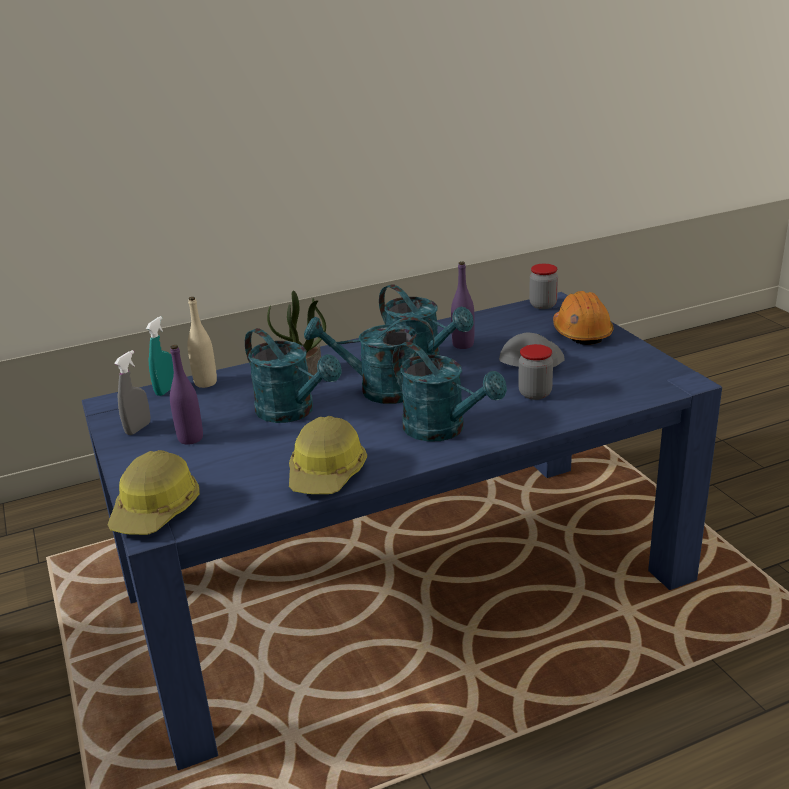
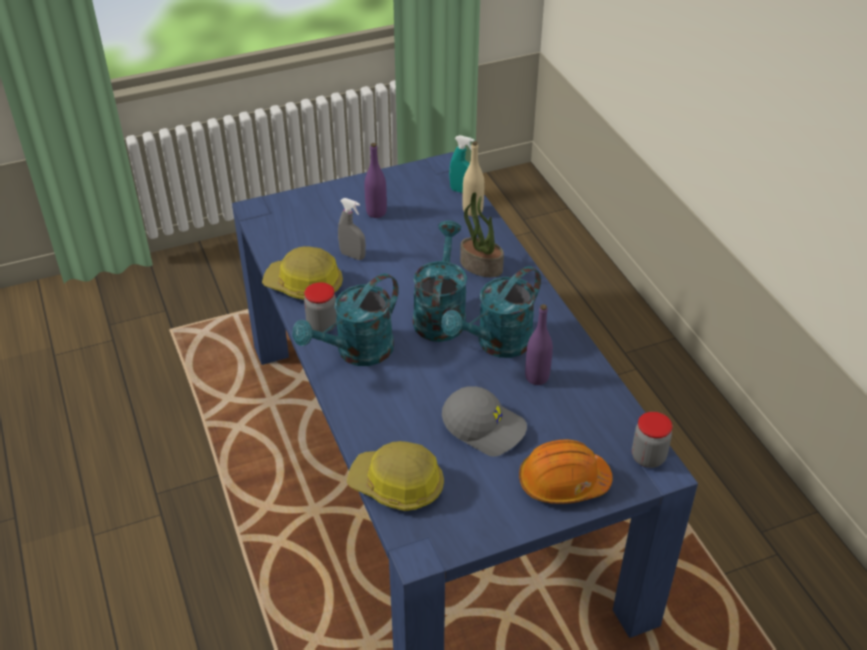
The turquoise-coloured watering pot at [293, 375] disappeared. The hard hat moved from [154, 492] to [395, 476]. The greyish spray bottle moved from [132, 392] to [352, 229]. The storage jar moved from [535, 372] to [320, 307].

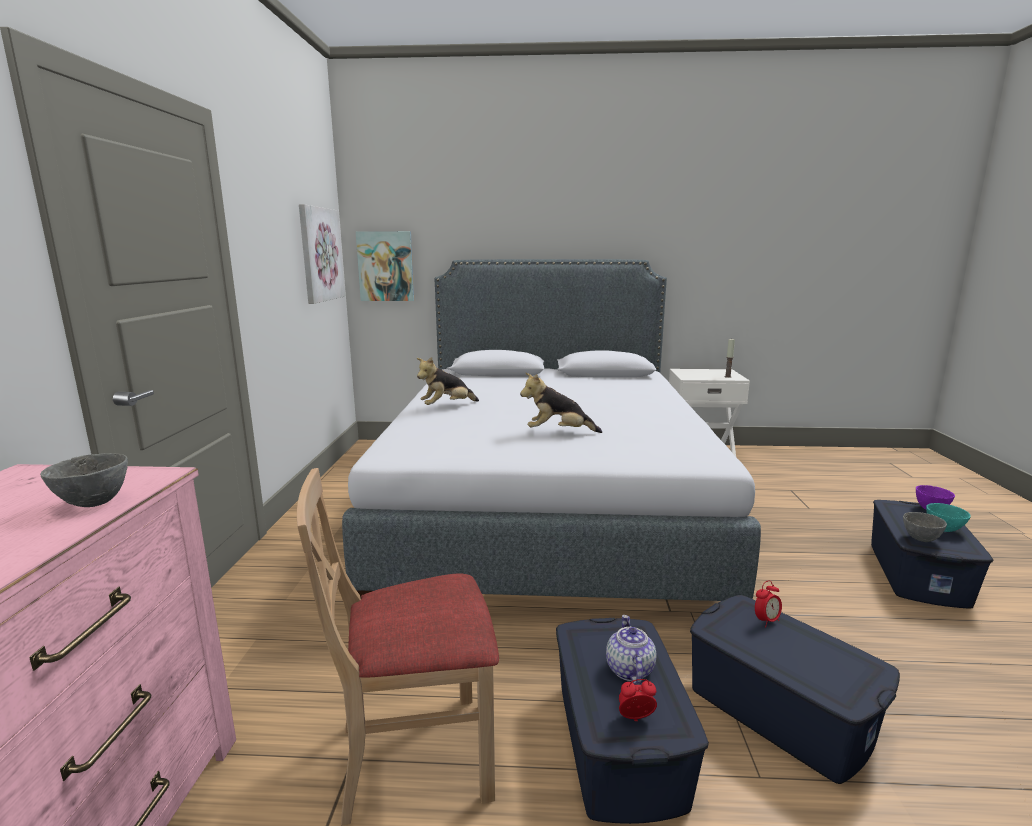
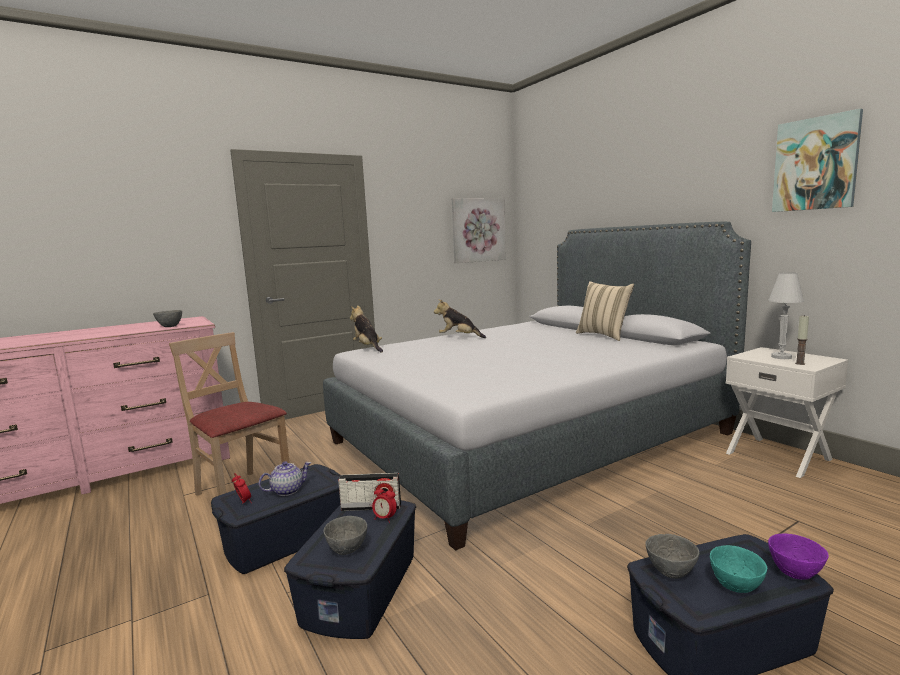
The greyish serving bowl at [345, 535] appeared. The radio receiver at [369, 492] appeared. The beige-coloured cushion at [605, 311] appeared. The white lamp for a table at [786, 316] appeared. The wall picture moved from [385, 266] to [817, 160]. The soft toy moved from [561, 403] to [366, 329].

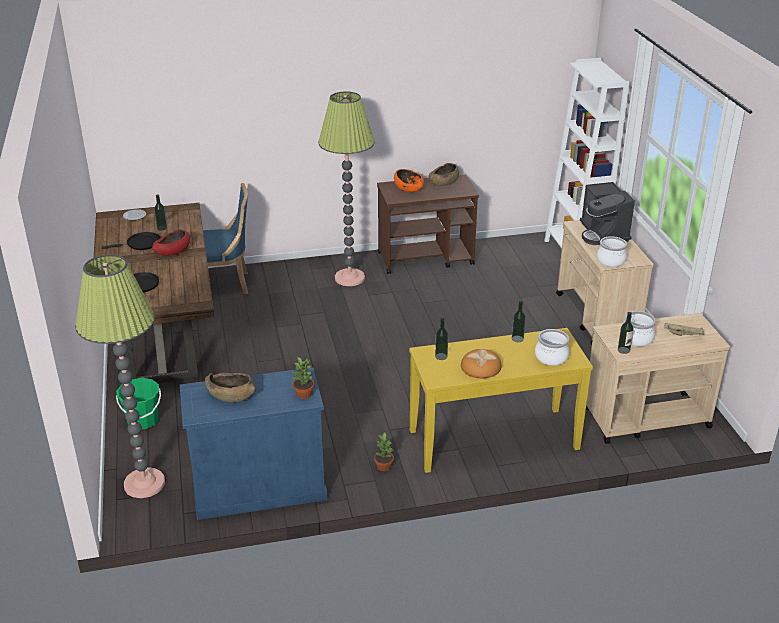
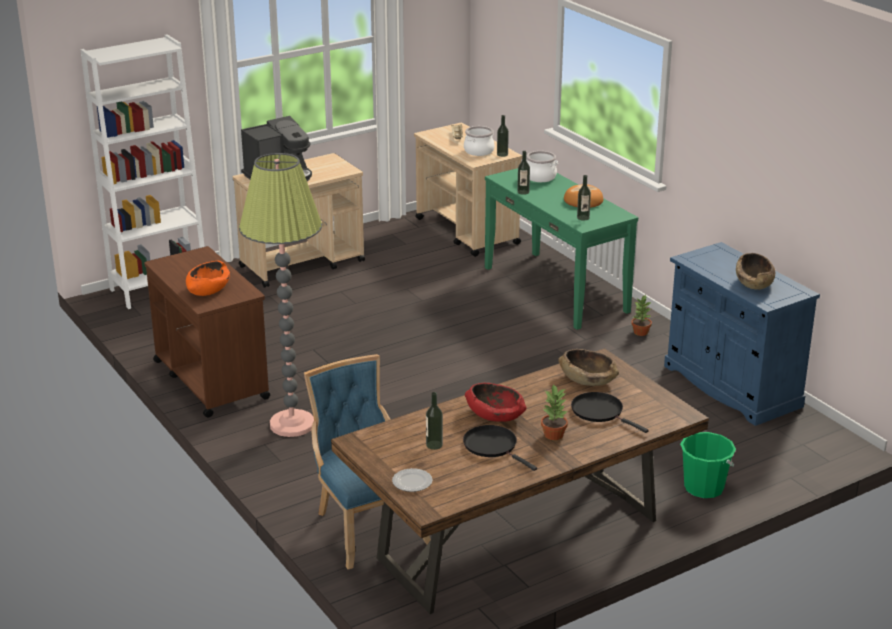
The floor lamp at [120, 376] disappeared. The cooking pot at [612, 251] disappeared. The potted plant moved from [304, 378] to [554, 412]. The brown-coloured serving bowl moved from [444, 174] to [588, 367]. The yellowish console table at [501, 400] became the green-coloured console table at [561, 249].

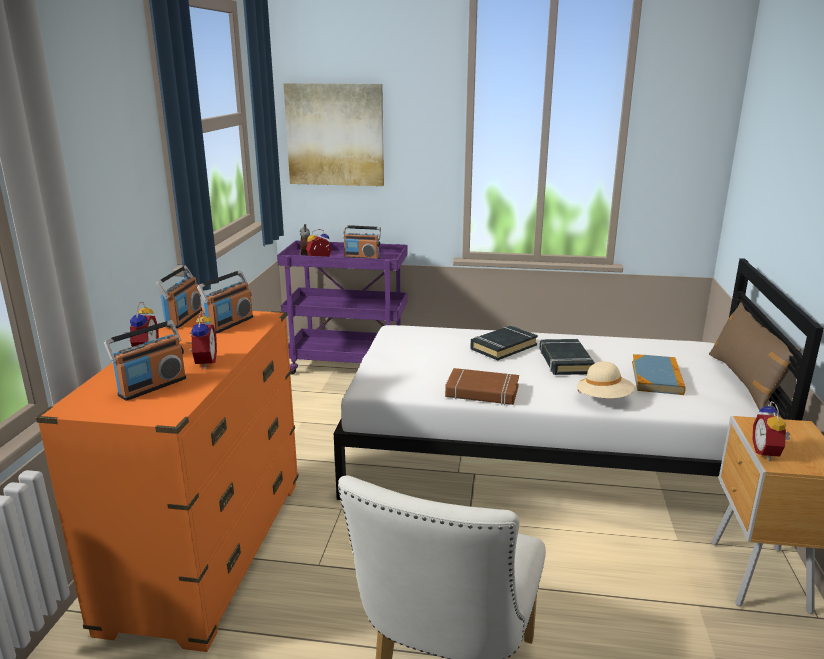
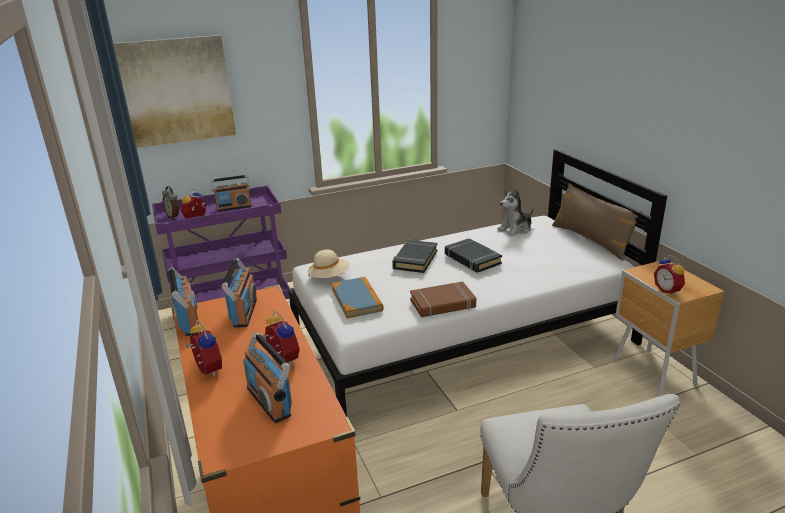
The soft toy at [515, 212] appeared. The beige-coloured wearable hat moved from [606, 380] to [328, 263]. The volume moved from [659, 374] to [358, 297]. The radio receiver at [145, 360] turned 135 degrees clockwise.

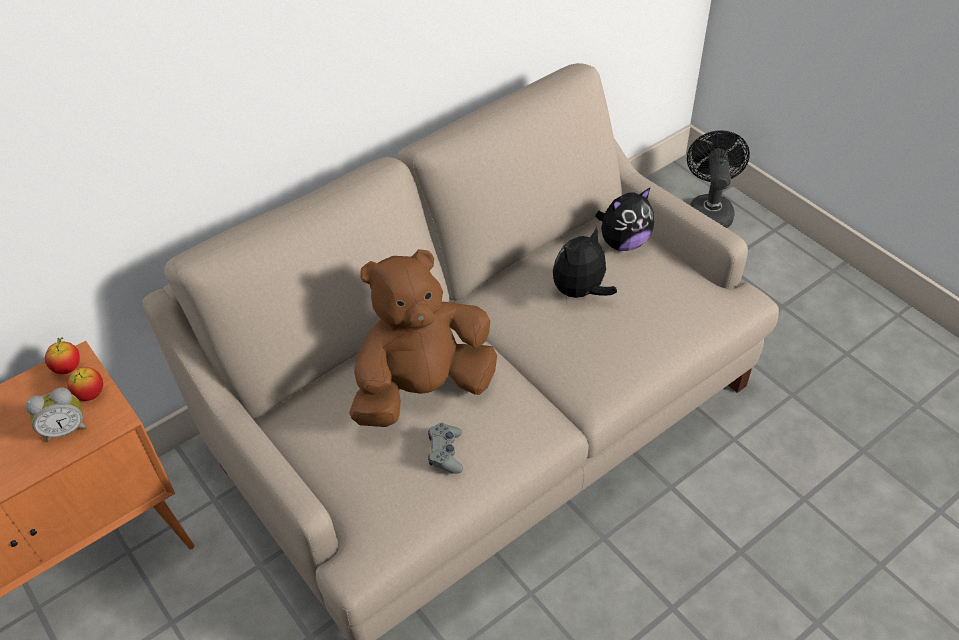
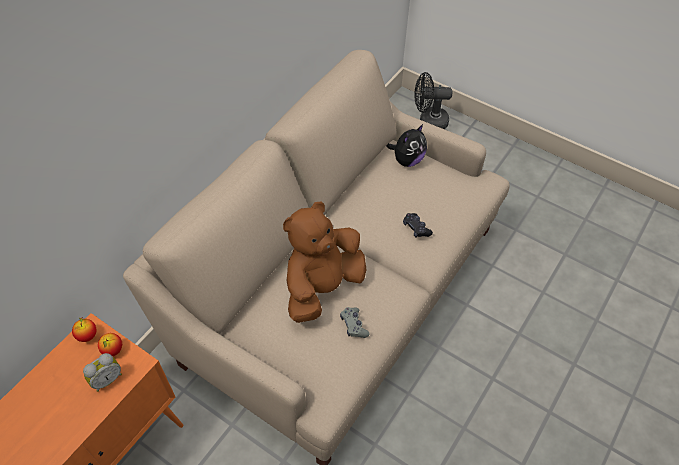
The soft toy at [585, 263] disappeared. The blackish gamepad at [418, 225] appeared. The blackish fan at [718, 179] turned 75 degrees counterclockwise.

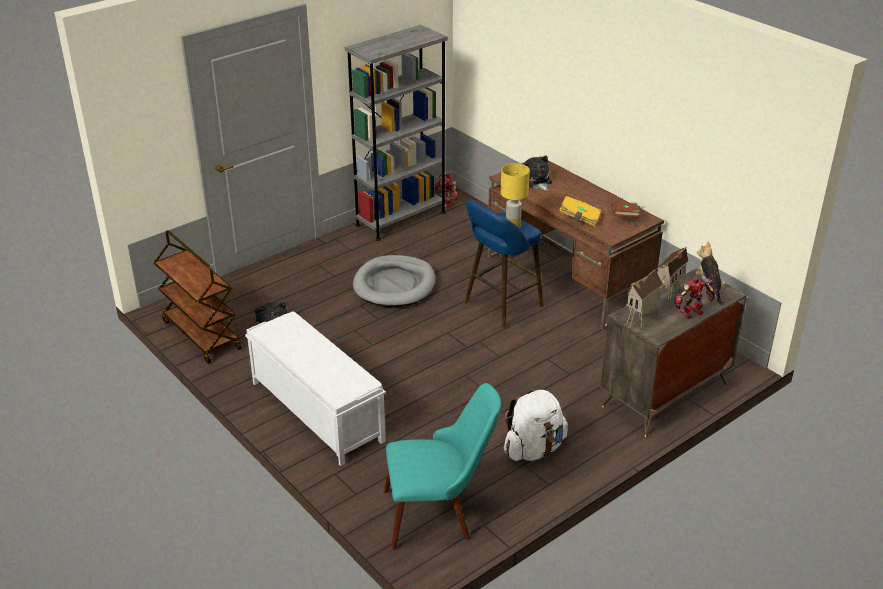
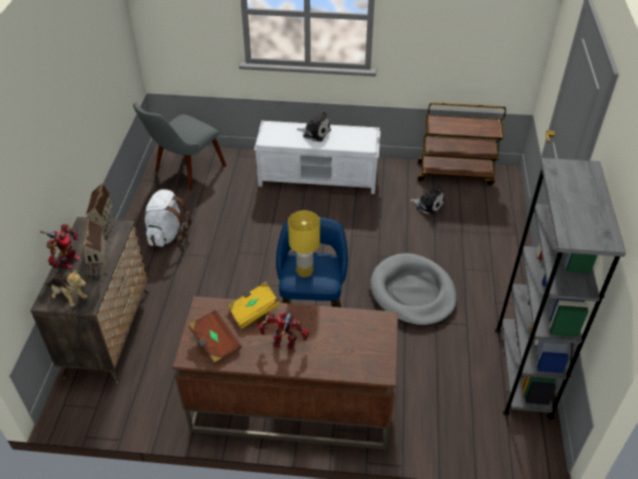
The robot figure moved from [446, 190] to [283, 330]. The soft toy moved from [537, 173] to [314, 127]. The turquoise-coloured upright chair at [442, 466] became the greyish upright chair at [179, 146].

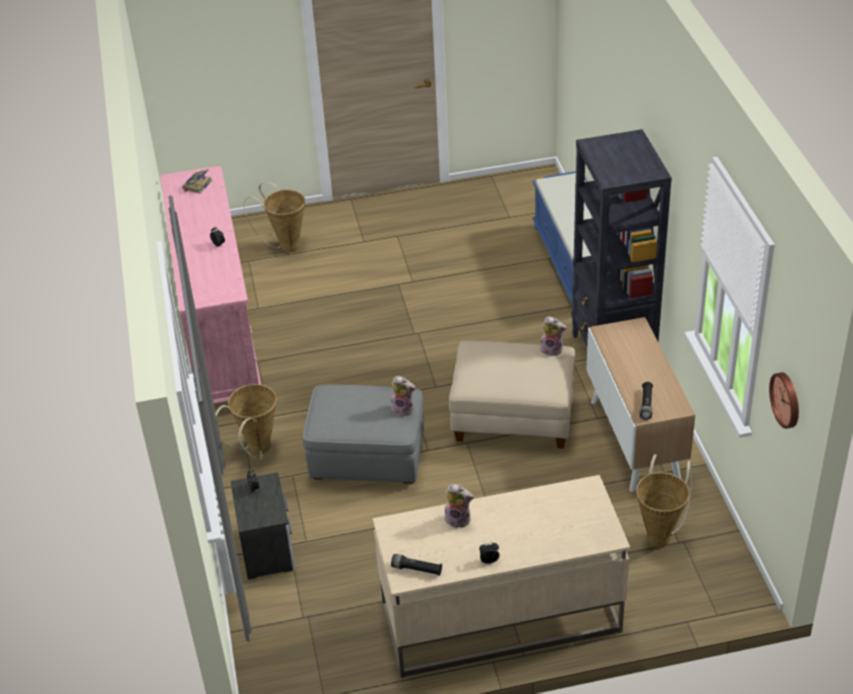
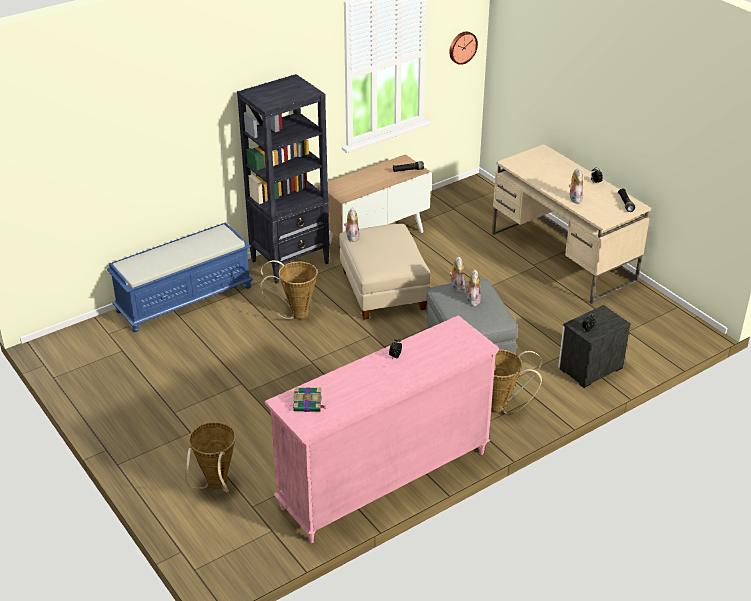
The soft toy at [473, 288] appeared. The basket moved from [664, 501] to [288, 290].

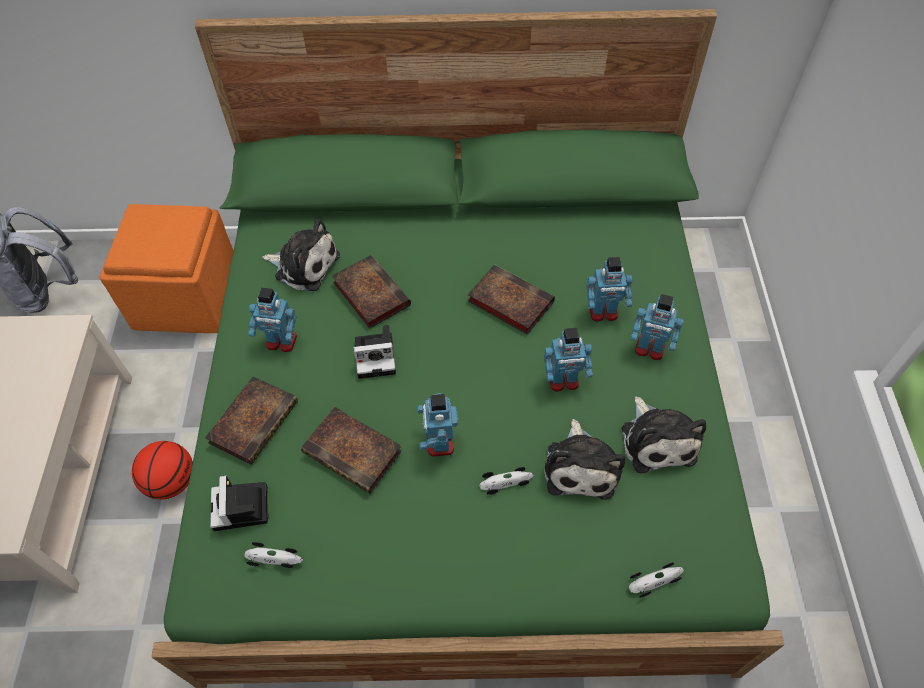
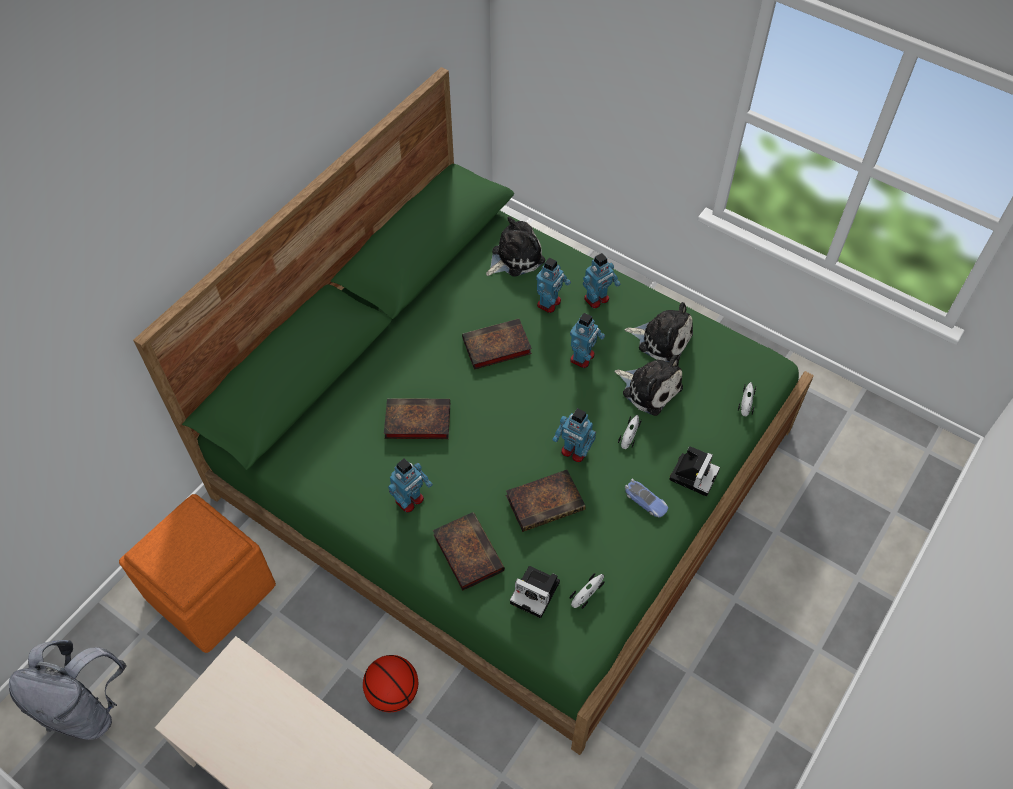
The toy car at [646, 498] appeared. The soft toy moved from [301, 255] to [515, 246]. The still camera moved from [375, 352] to [694, 471].

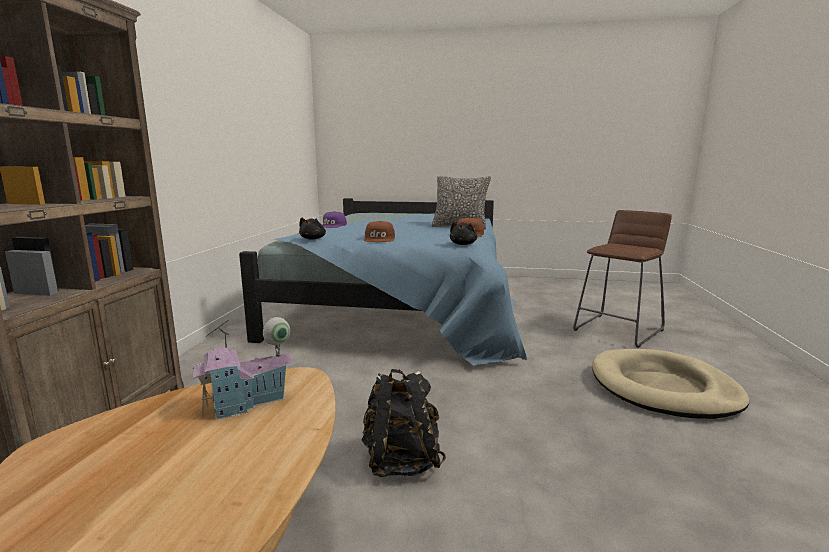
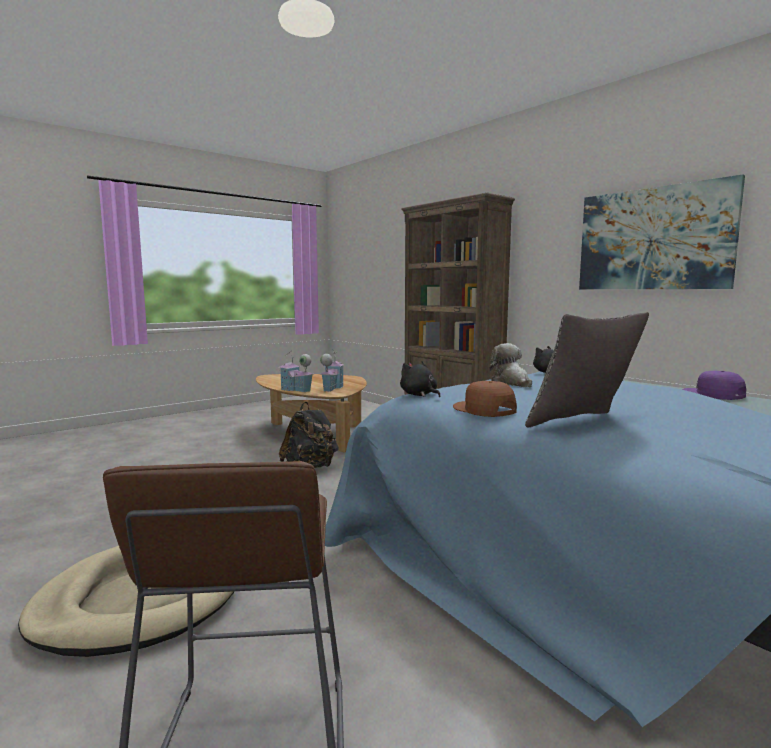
The toy house at [296, 371] appeared. The wall picture at [662, 231] appeared. The brown-coloured cap at [379, 231] was replaced by the soft toy at [511, 365].

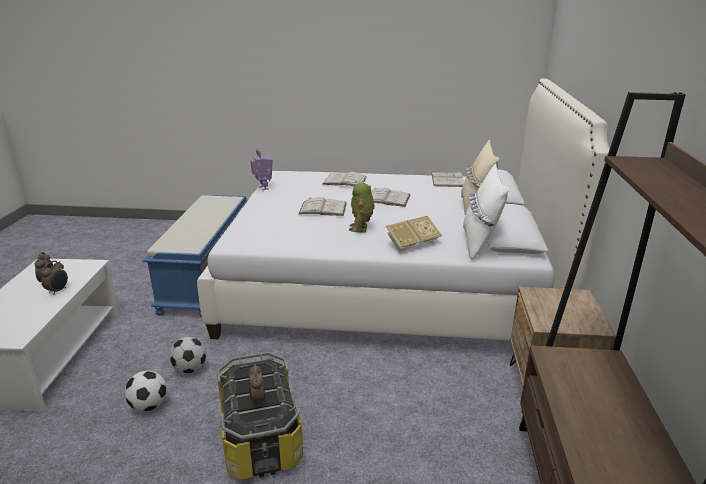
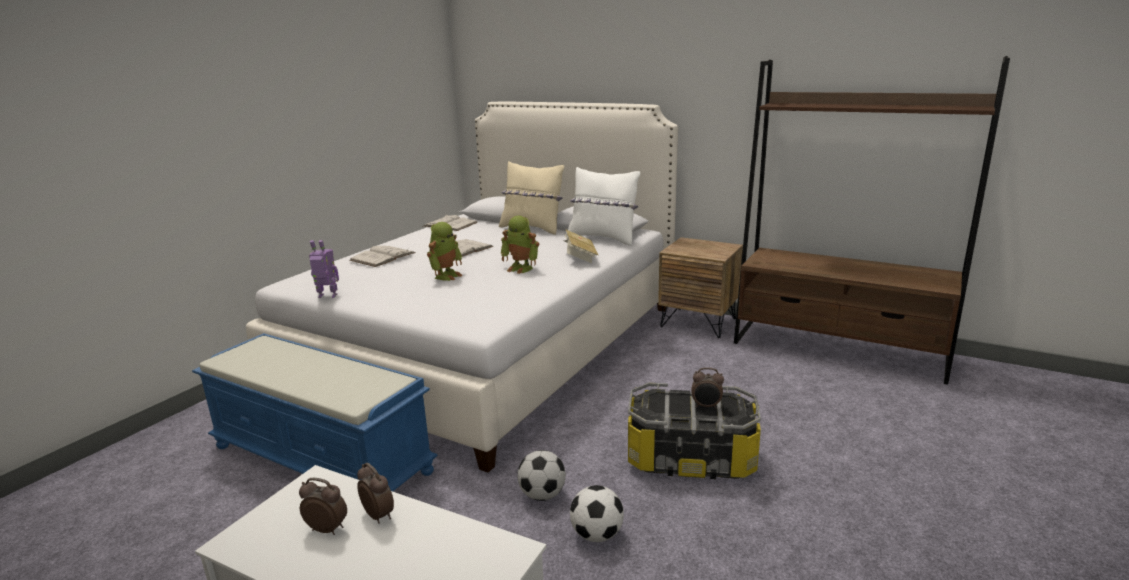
The white volume at [323, 206] was replaced by the robot figure at [444, 251].

